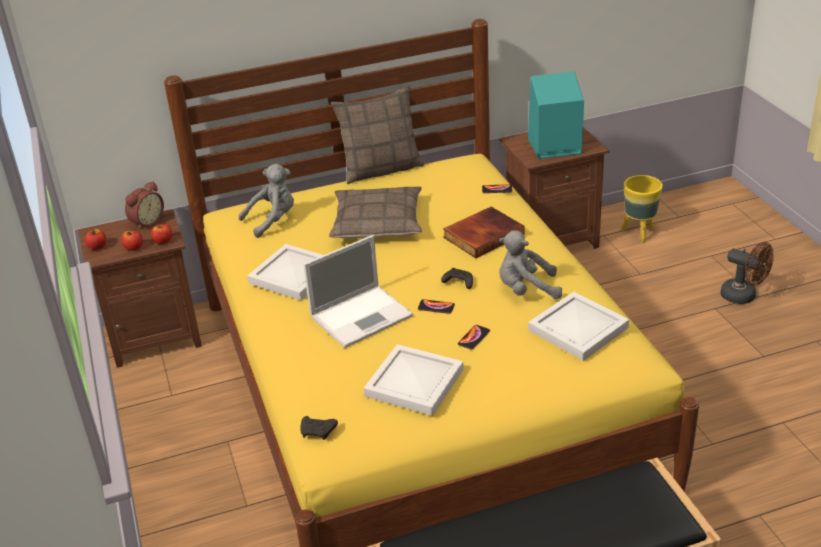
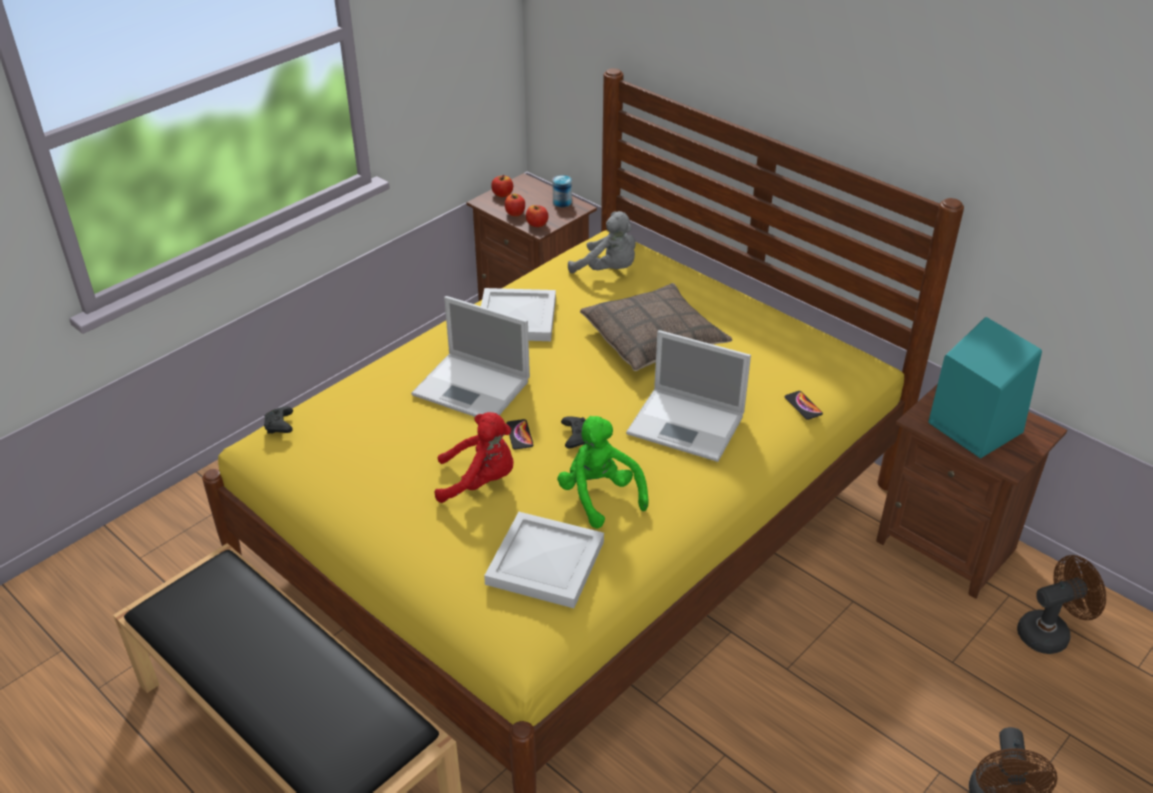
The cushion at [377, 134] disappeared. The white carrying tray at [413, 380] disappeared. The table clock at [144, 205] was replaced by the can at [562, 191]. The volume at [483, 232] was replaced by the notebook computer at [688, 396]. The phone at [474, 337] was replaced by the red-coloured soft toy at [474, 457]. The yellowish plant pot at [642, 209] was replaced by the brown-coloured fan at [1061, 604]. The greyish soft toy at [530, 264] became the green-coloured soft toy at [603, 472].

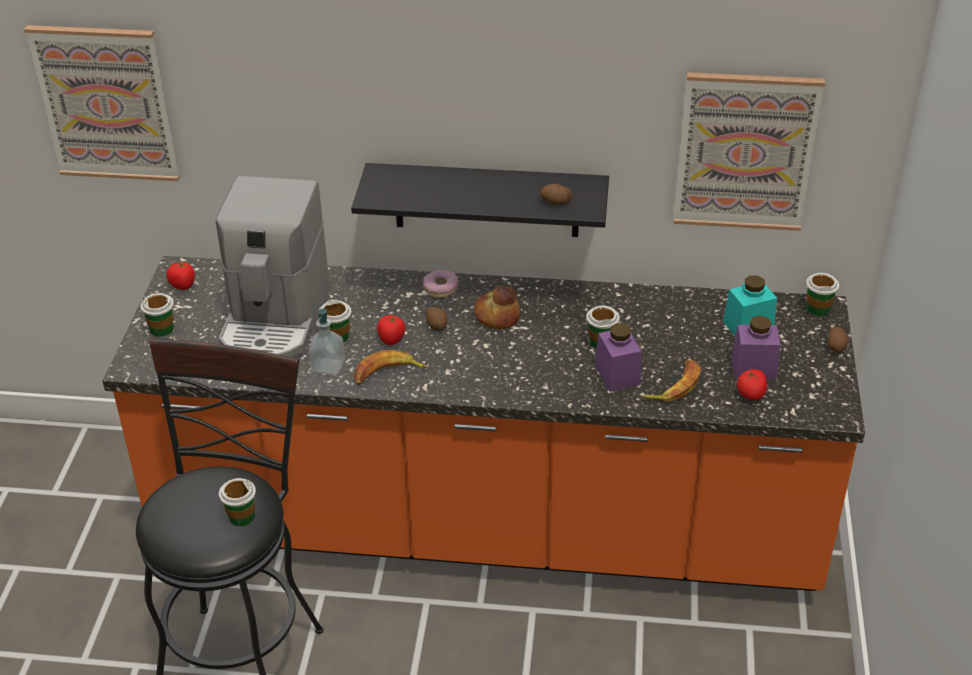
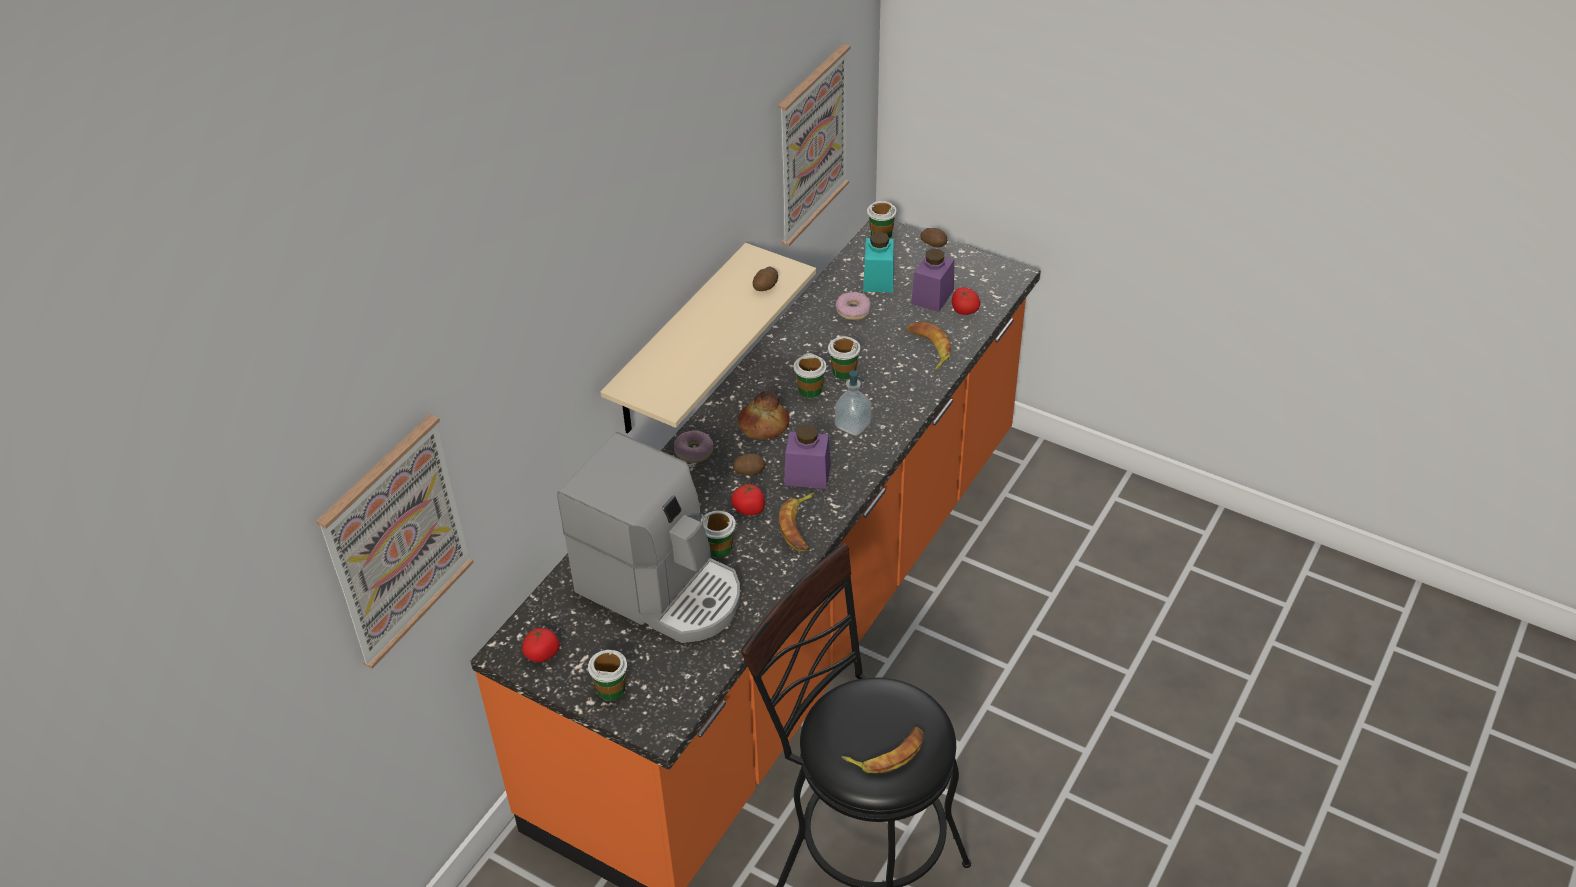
The donut at [853, 306] appeared. The banana fruit at [883, 750] appeared. The small cup moved from [237, 502] to [810, 375]. The soap dispenser moved from [327, 342] to [853, 403]. The purple storage jar moved from [618, 357] to [807, 457]. The blackish shelf at [480, 200] became the beige-coloured shelf at [708, 338].

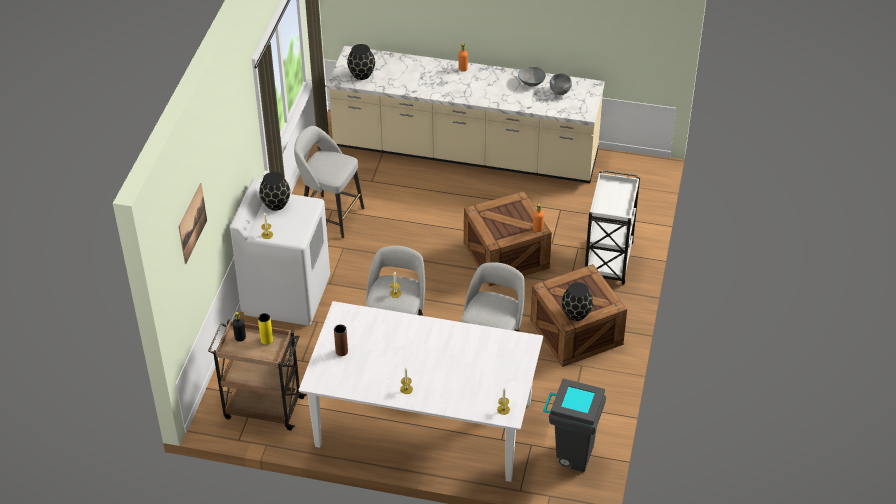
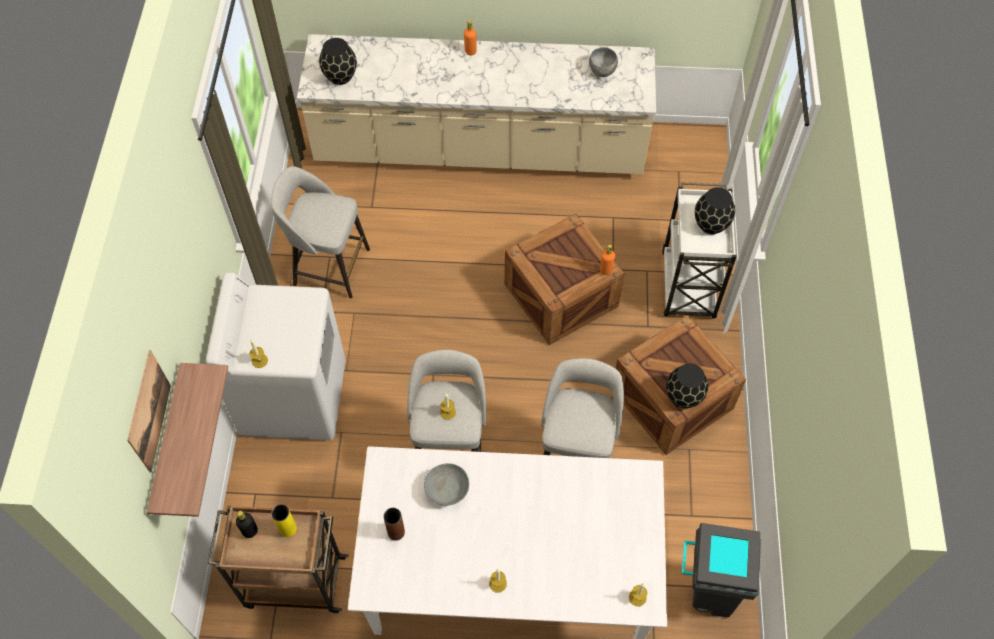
The shelf at [187, 440] appeared. The blackish decorative vase moved from [274, 191] to [715, 210]. The greyish serving bowl moved from [532, 76] to [446, 484].

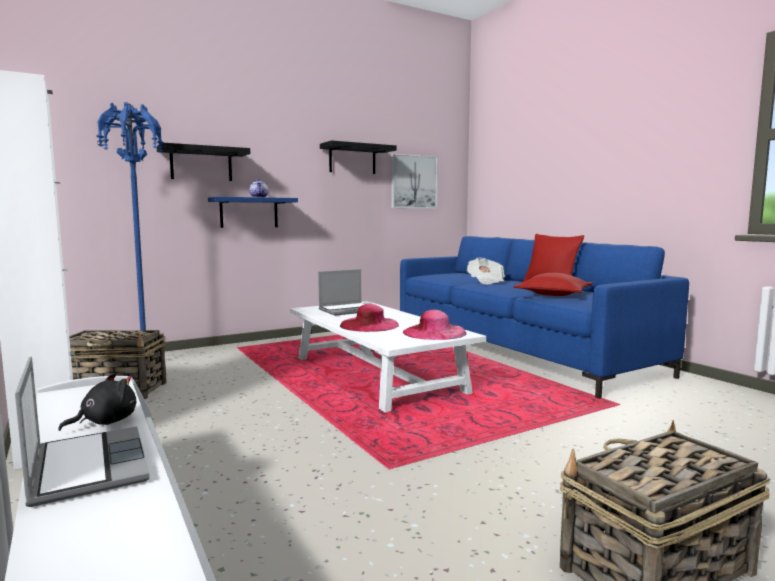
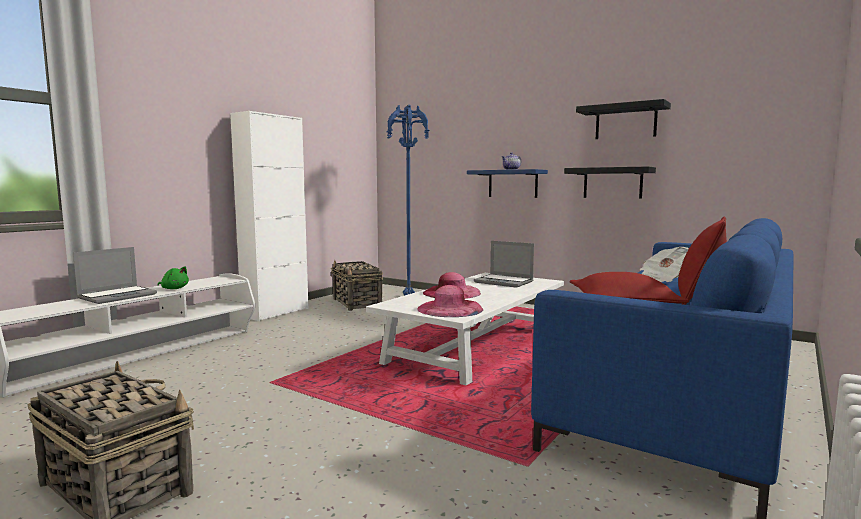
The wall picture at [414, 181] disappeared. The blackish shelf moved from [203, 162] to [610, 182]. The blackish soft toy at [97, 402] became the green-coloured soft toy at [173, 277].

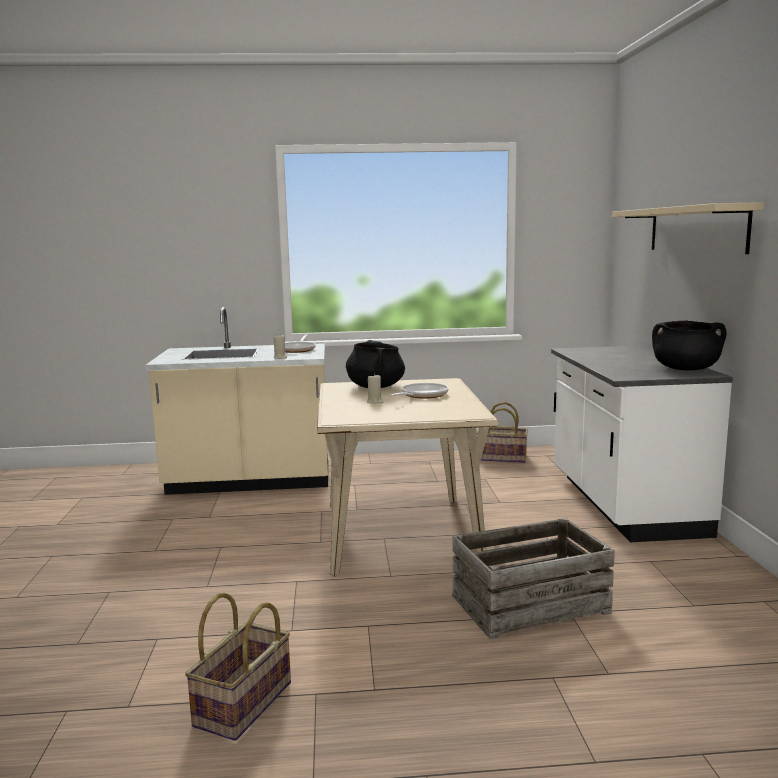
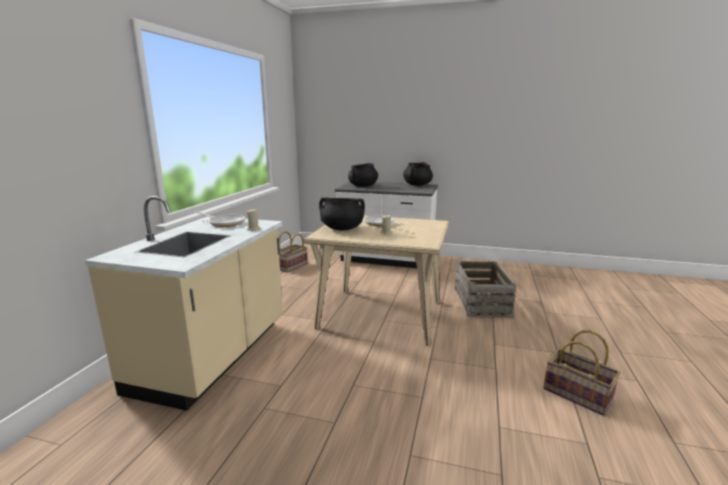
The beige-coloured shelf at [688, 228] disappeared. The blackish cooking pot at [363, 175] appeared.

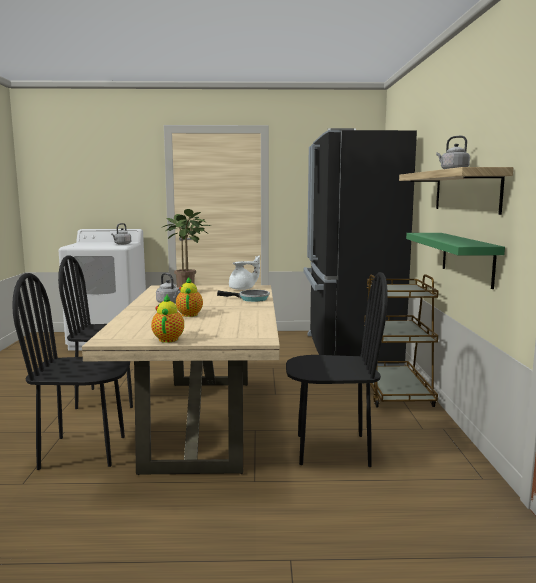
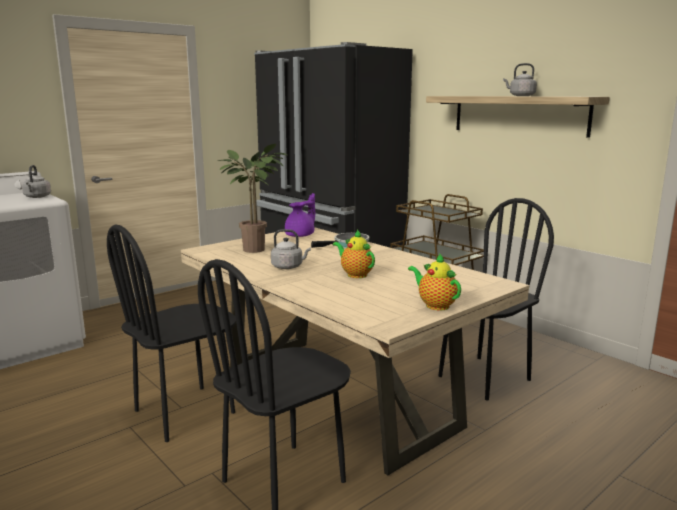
The green-coloured shelf at [455, 261] disappeared. The white teapot at [244, 273] became the purple teapot at [300, 215].

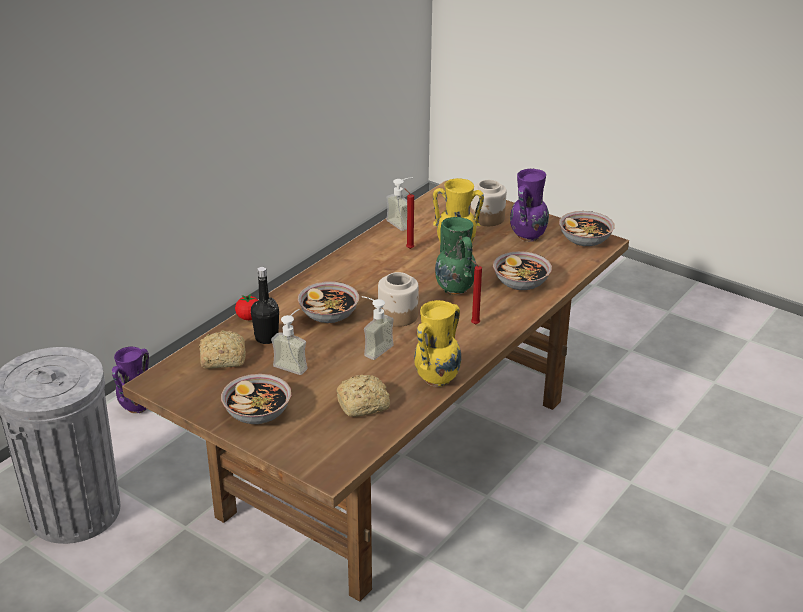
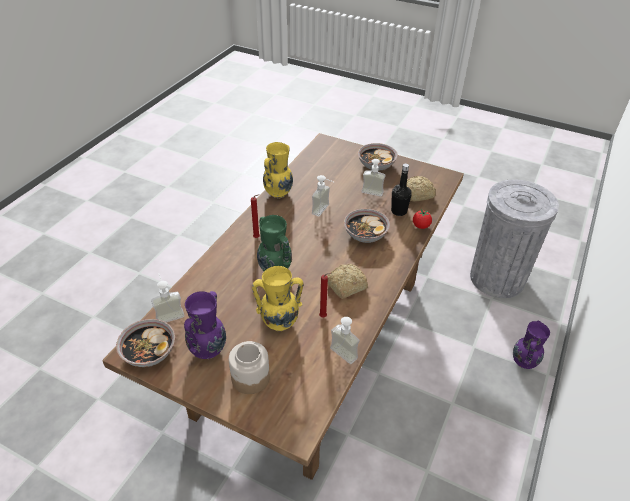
The storage jar at [398, 299] disappeared. The serving bowl at [522, 270] disappeared. The soap dispenser at [168, 297] appeared. The bakery bread moved from [363, 396] to [347, 281].

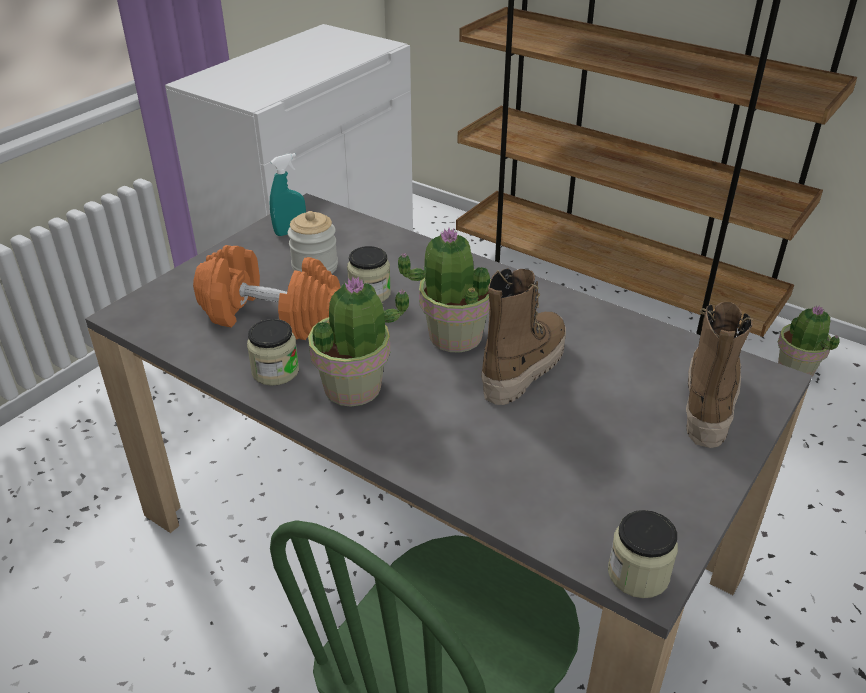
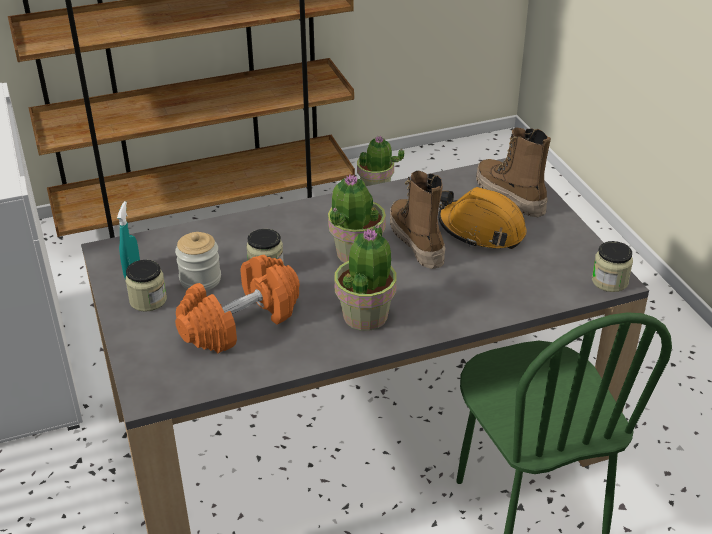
The orangey hard hat at [482, 218] appeared. The storage jar moved from [273, 352] to [146, 286].

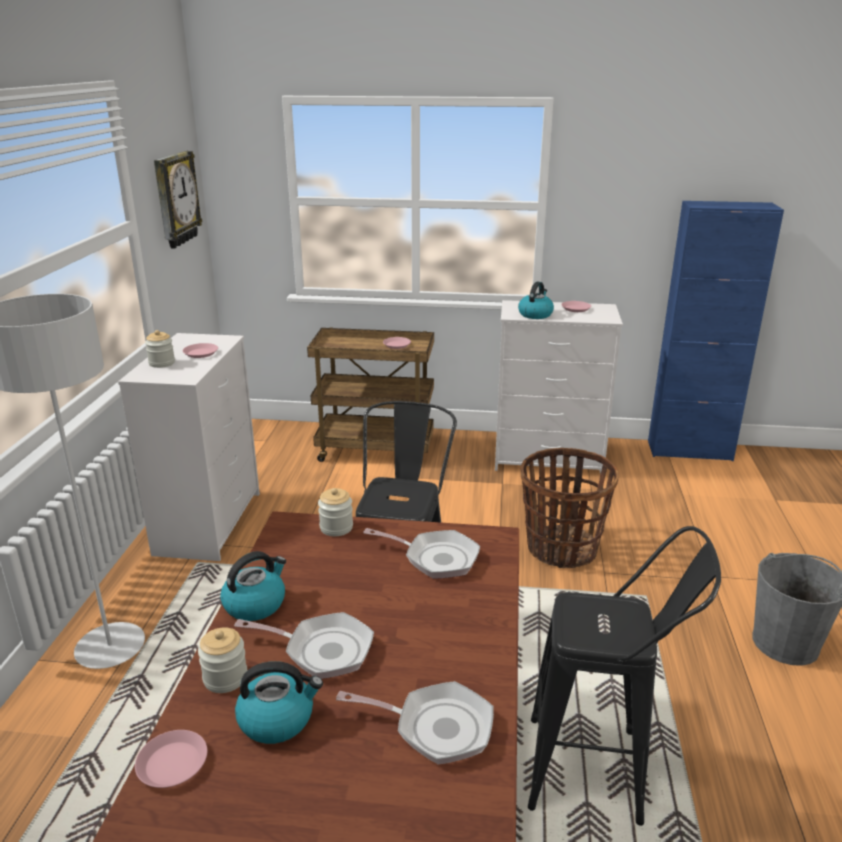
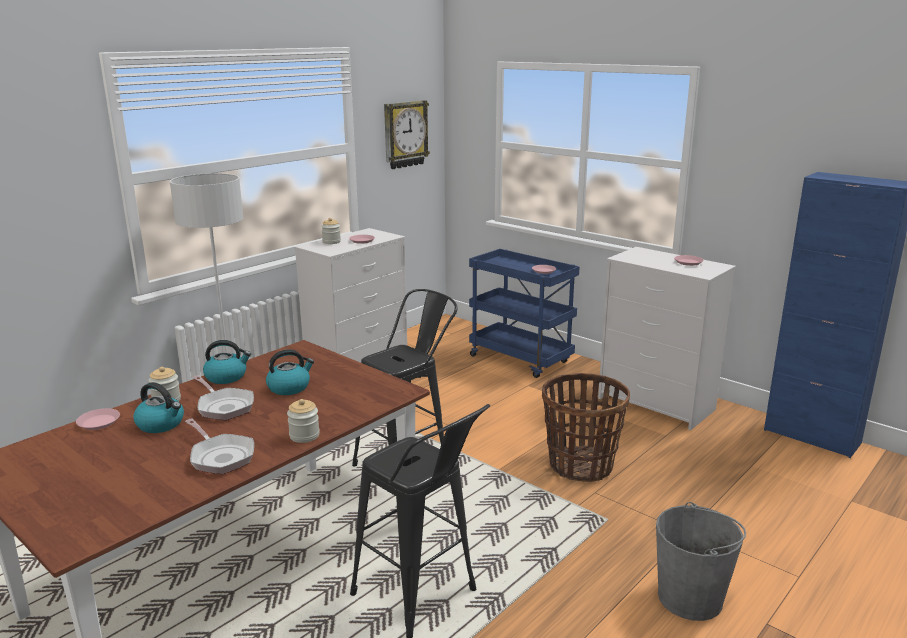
The frying pan at [421, 553] disappeared. The storage jar moved from [335, 512] to [303, 421]. The water kettle moved from [536, 300] to [290, 372]. The brown-coloured cart at [370, 394] became the bluish cart at [524, 313].

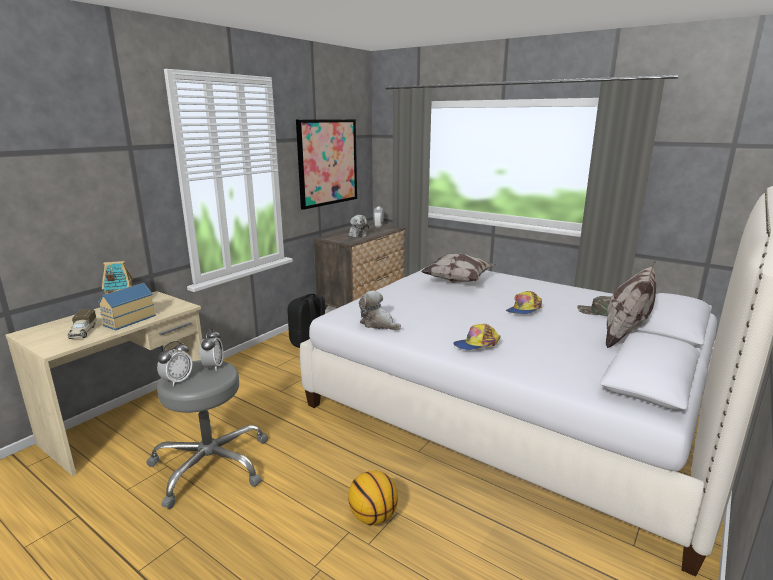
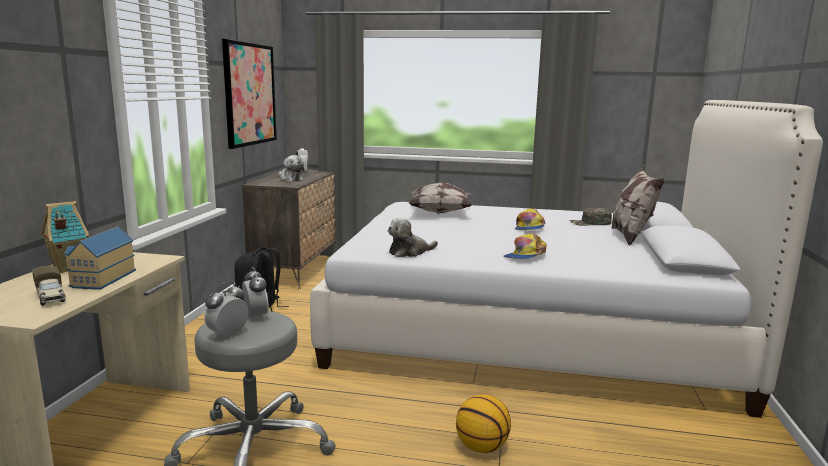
The table clock at [175, 363] turned 150 degrees counterclockwise. The soft toy at [380, 310] turned 45 degrees counterclockwise.

